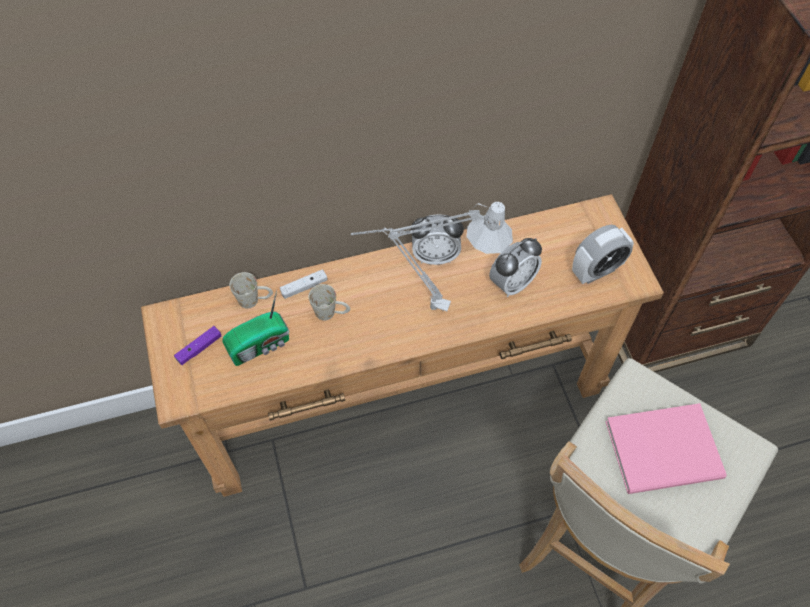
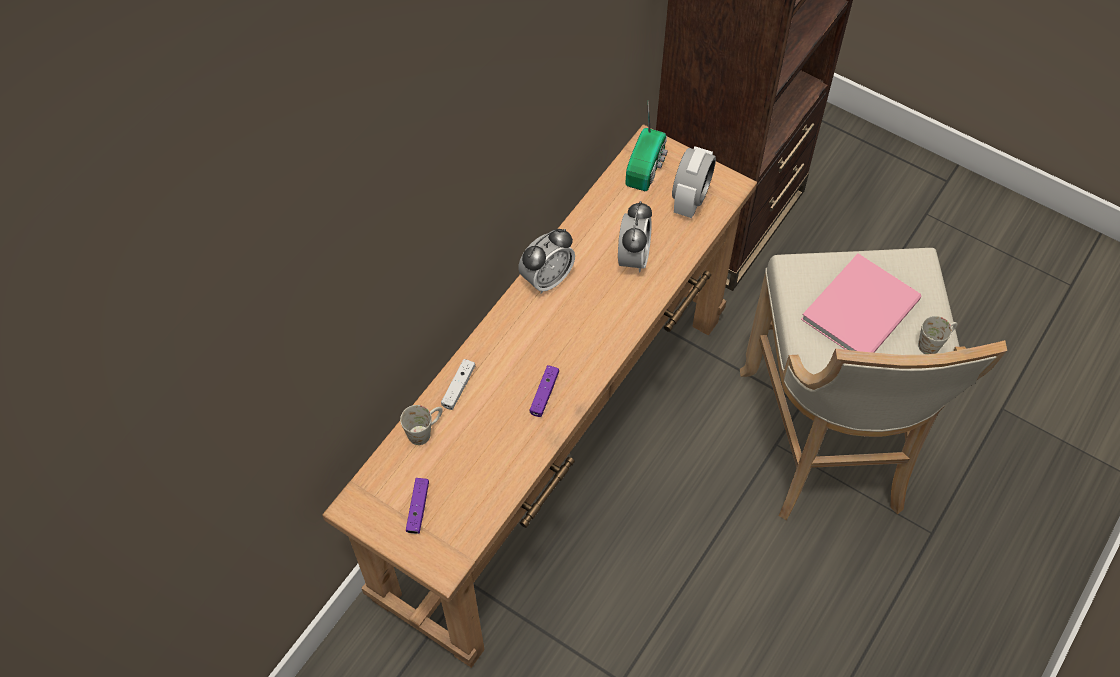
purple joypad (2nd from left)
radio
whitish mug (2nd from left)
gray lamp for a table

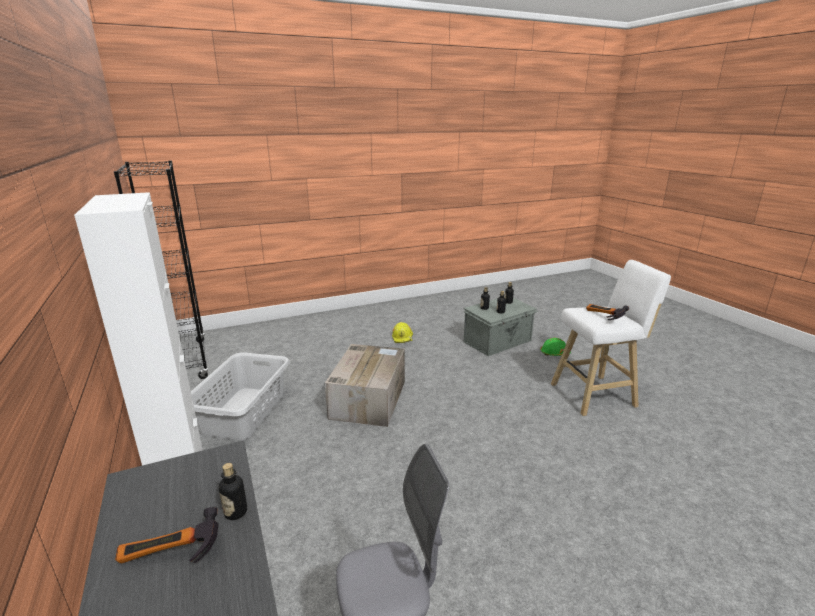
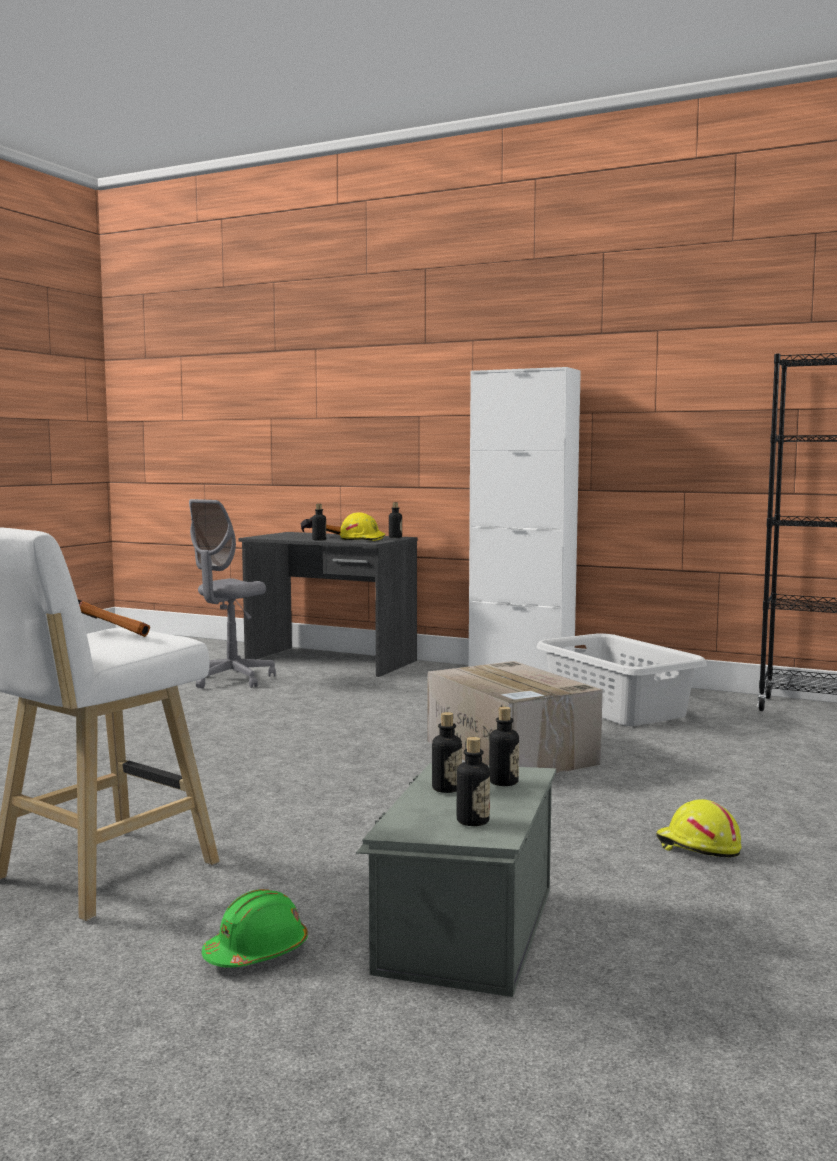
yellowish hard hat (1st from left)
drink bottle (2nd from left)

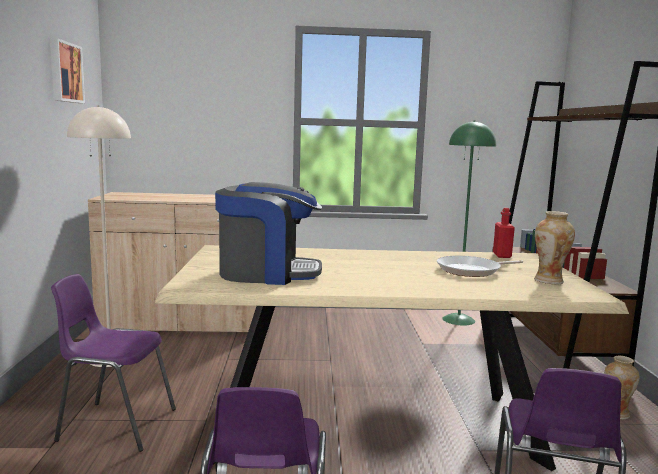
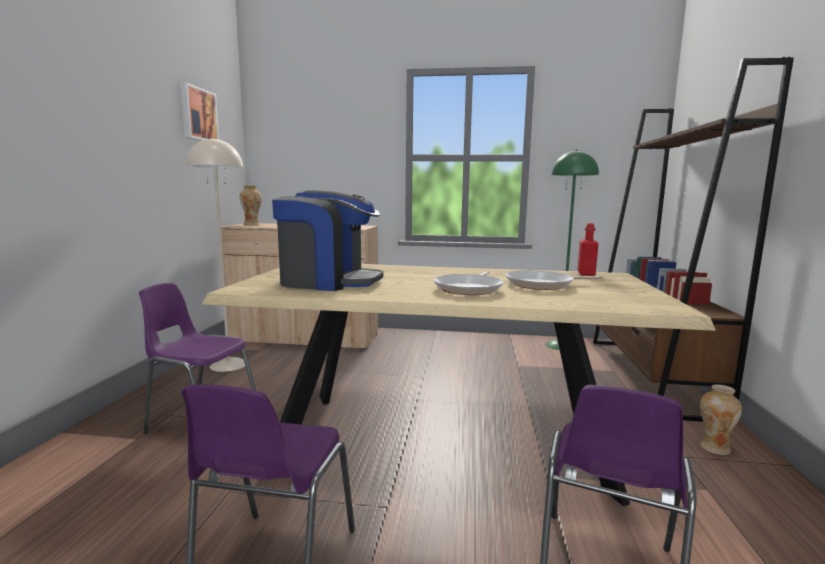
vase (1st from left)
frying pan (1st from left)

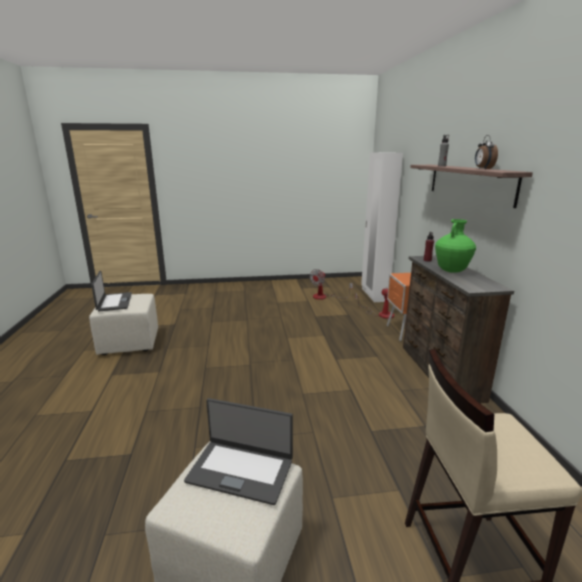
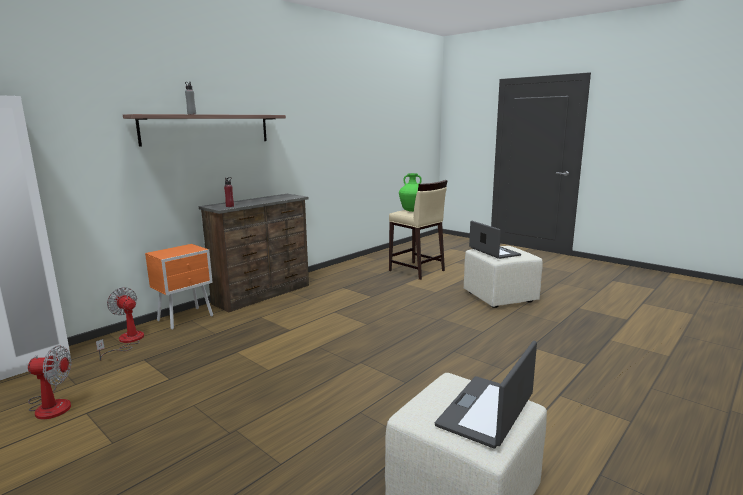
green-coloured vase
table clock

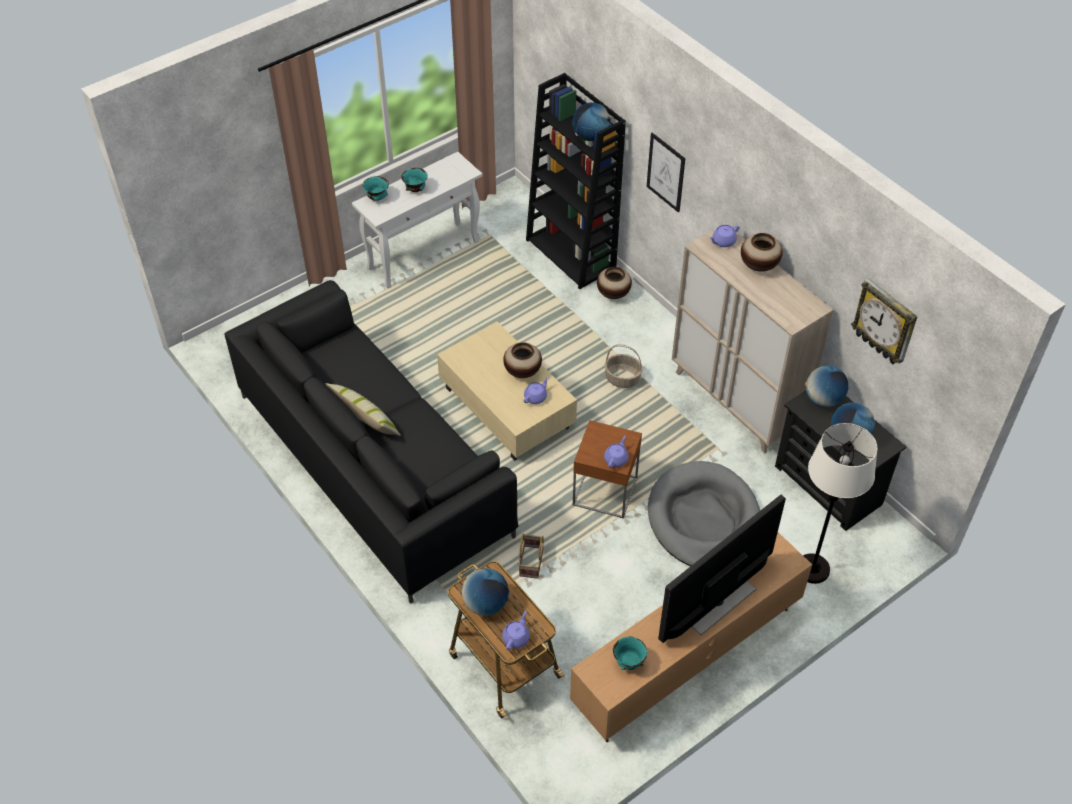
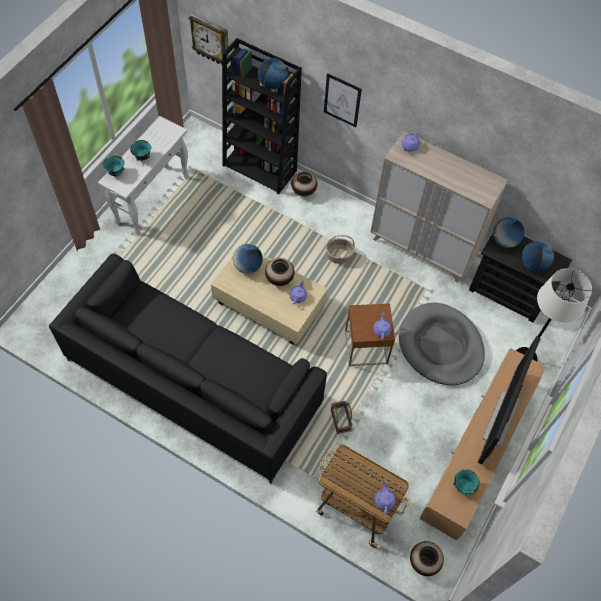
hanging clock
world globe (1st from left)
vase (3rd from left)
throw pillow

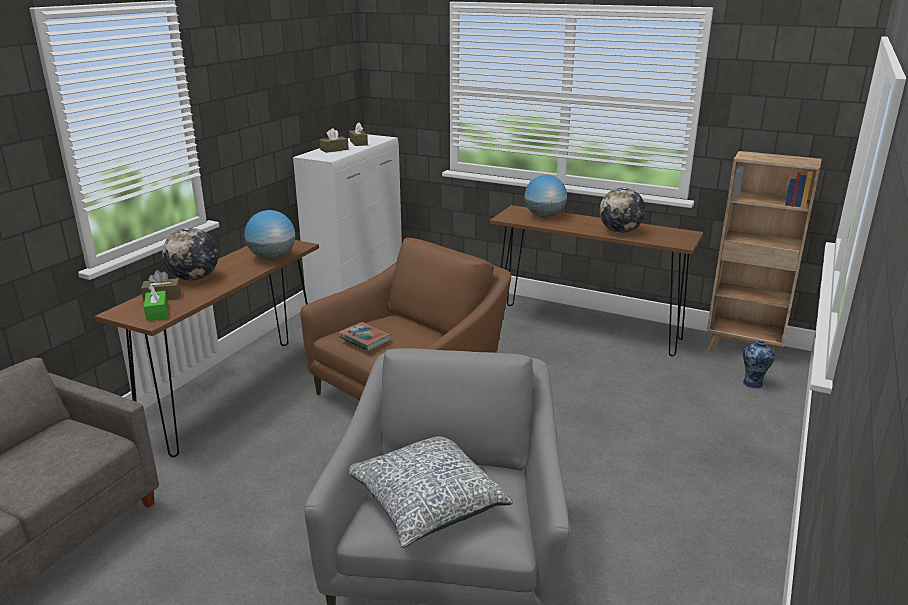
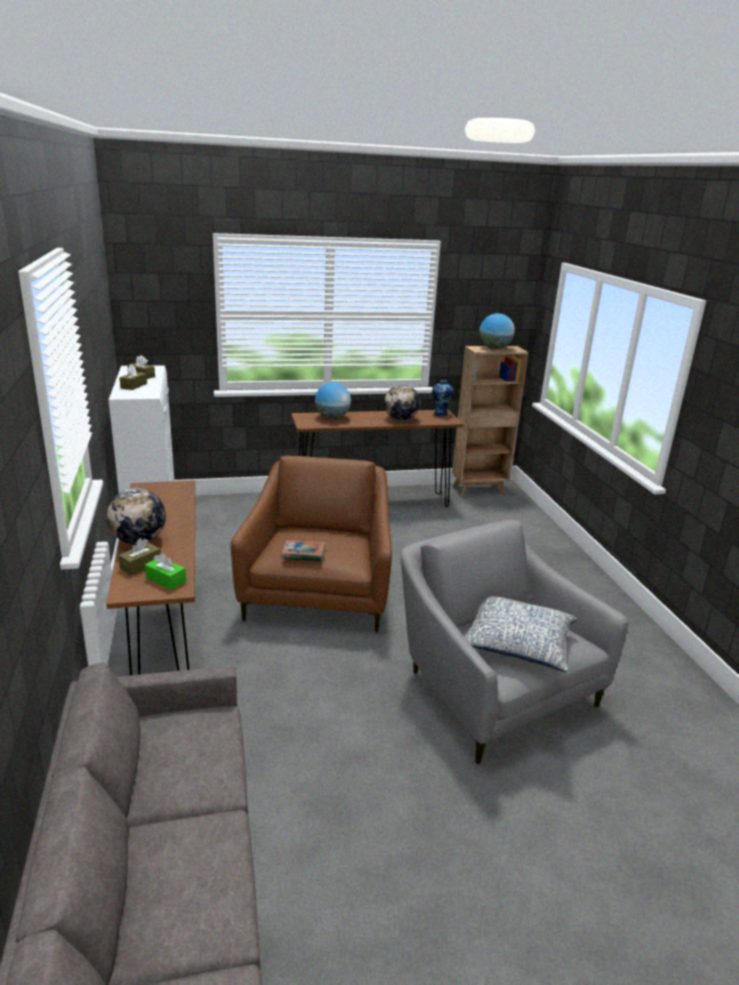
vase
world globe (4th from left)

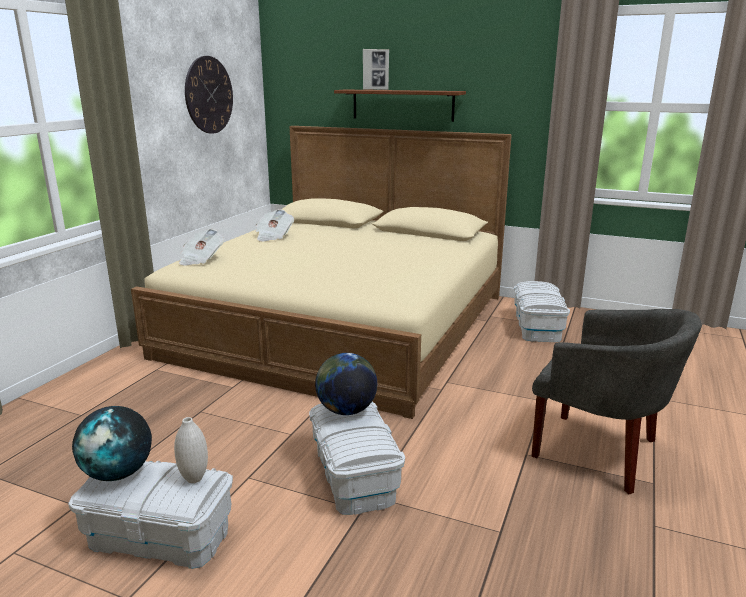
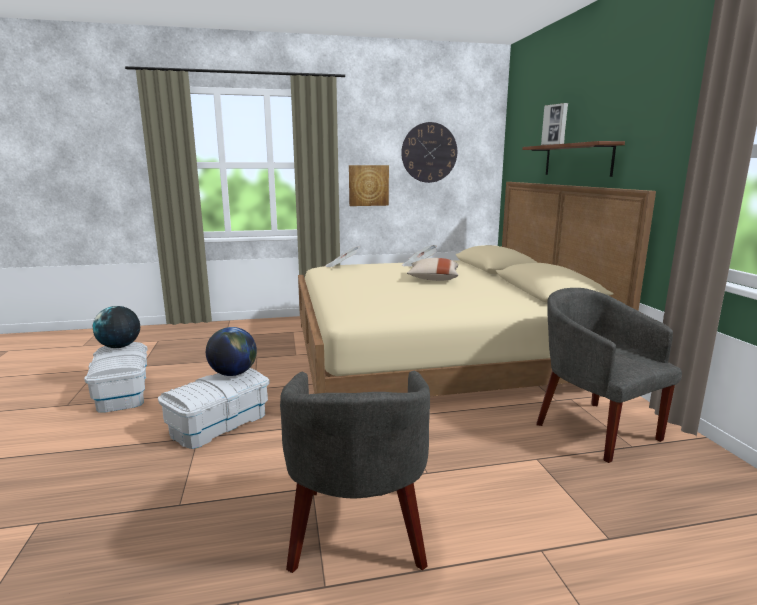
wall art
sand-coloured throw pillow
gray lounge chair (2nd from left)
whitish vase

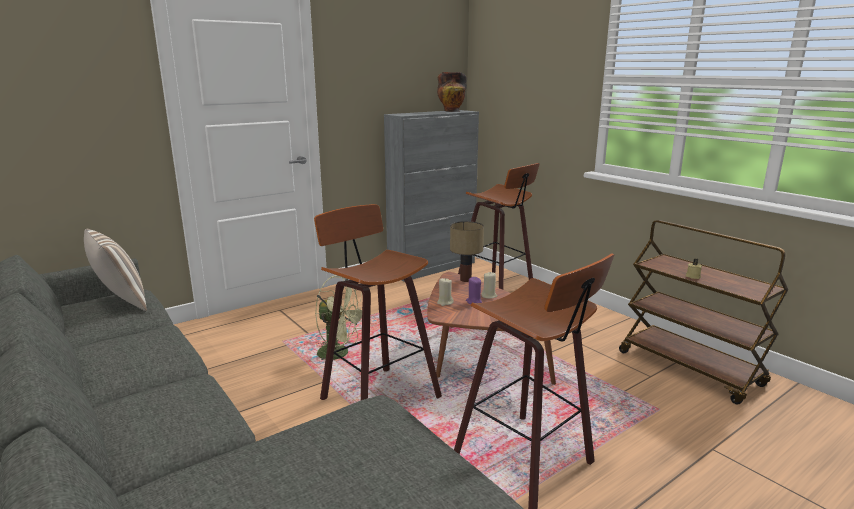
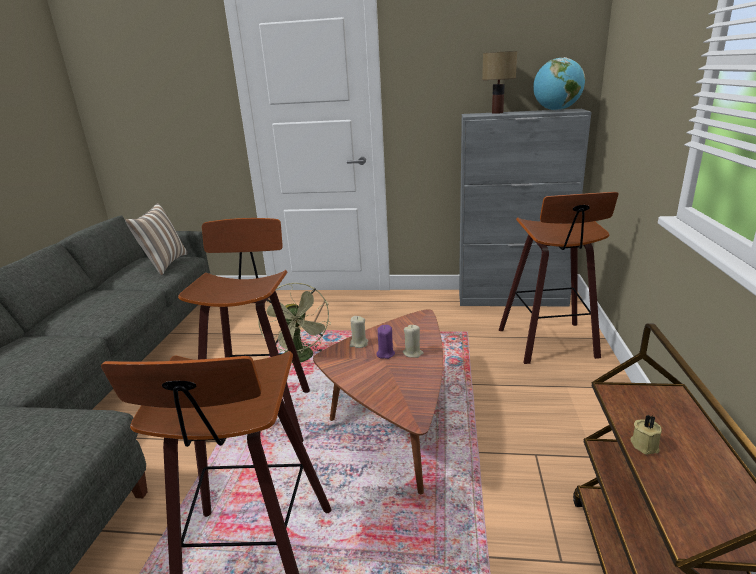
lamp for a table
world globe

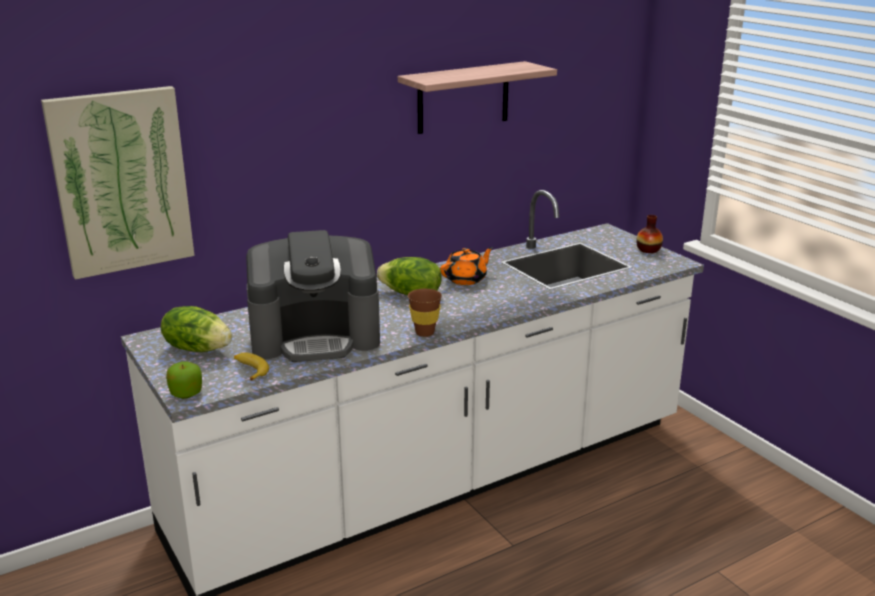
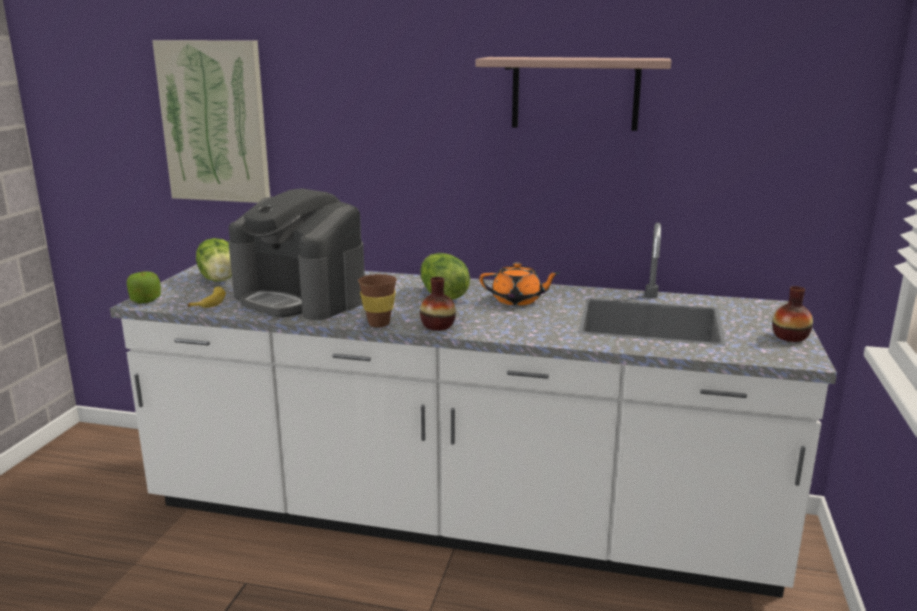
vase (1st from left)

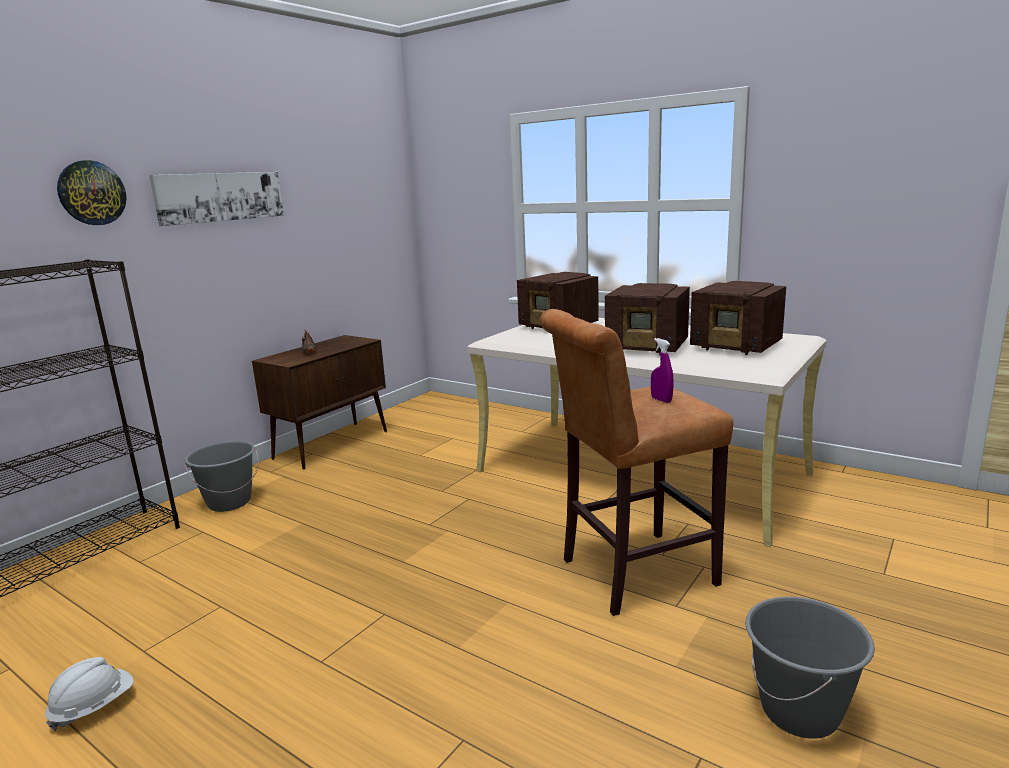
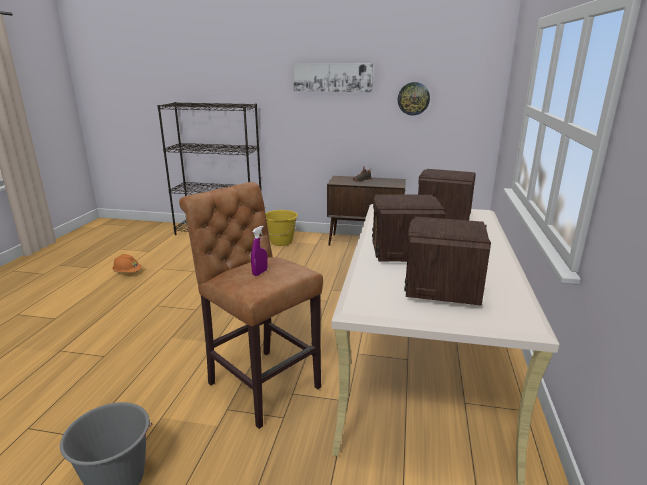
orange hard hat
yellowish pail
hanging clock

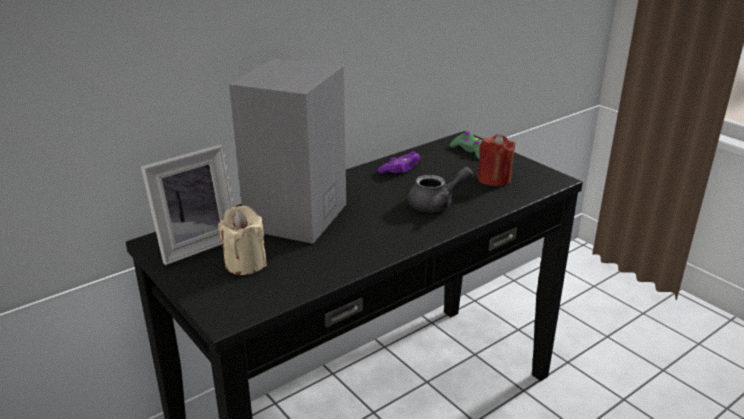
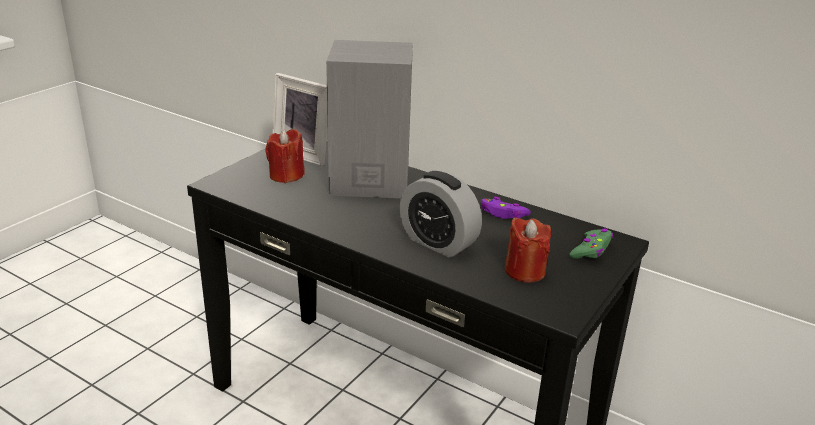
red wax candle (1st from left)
table clock

